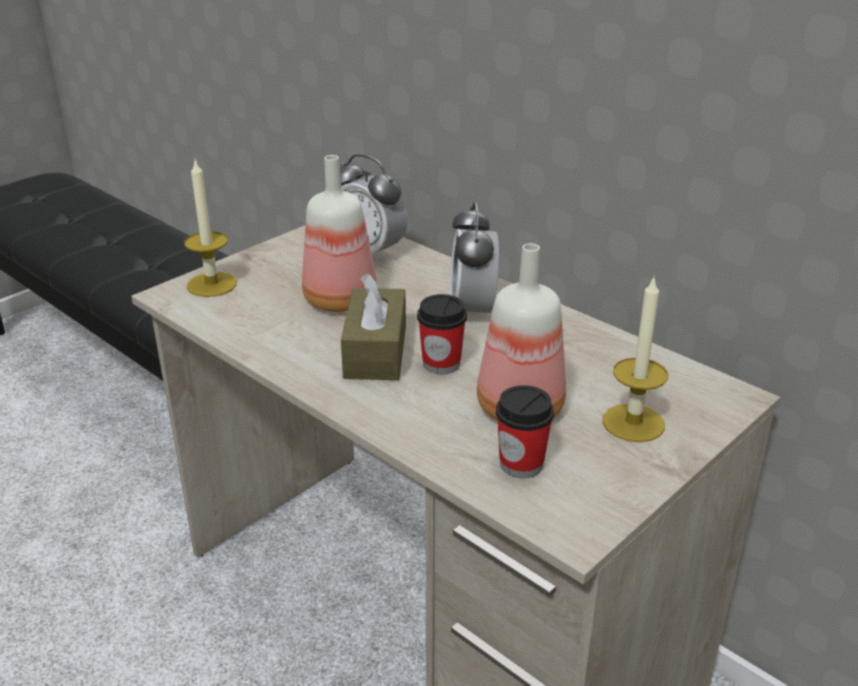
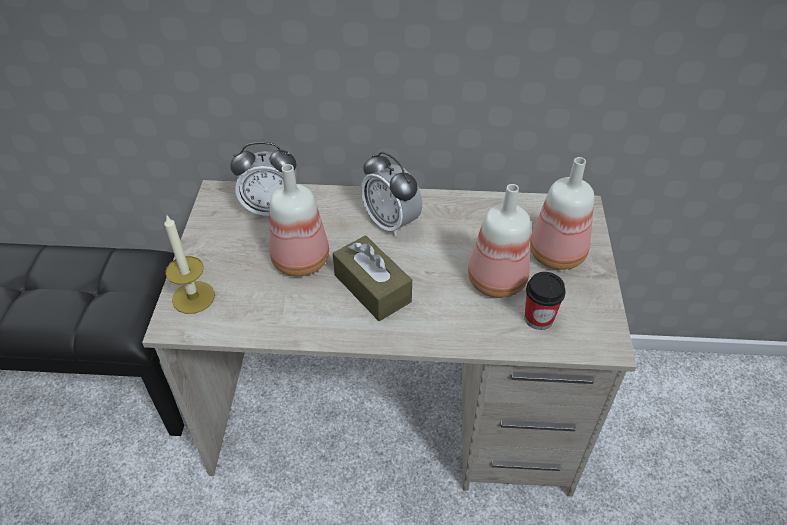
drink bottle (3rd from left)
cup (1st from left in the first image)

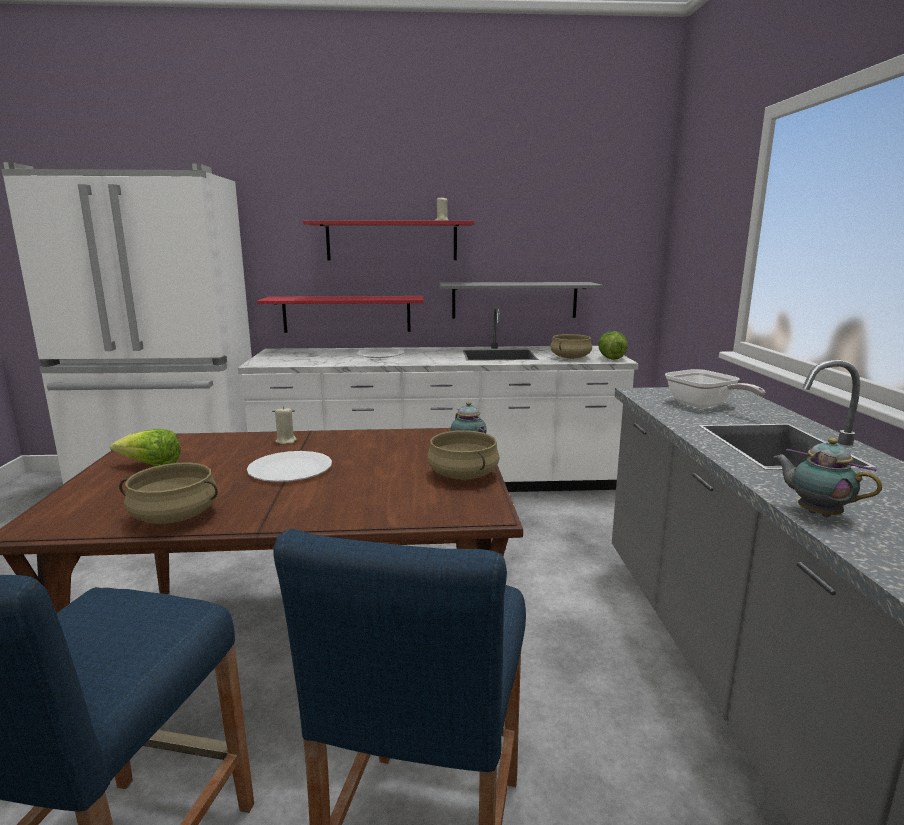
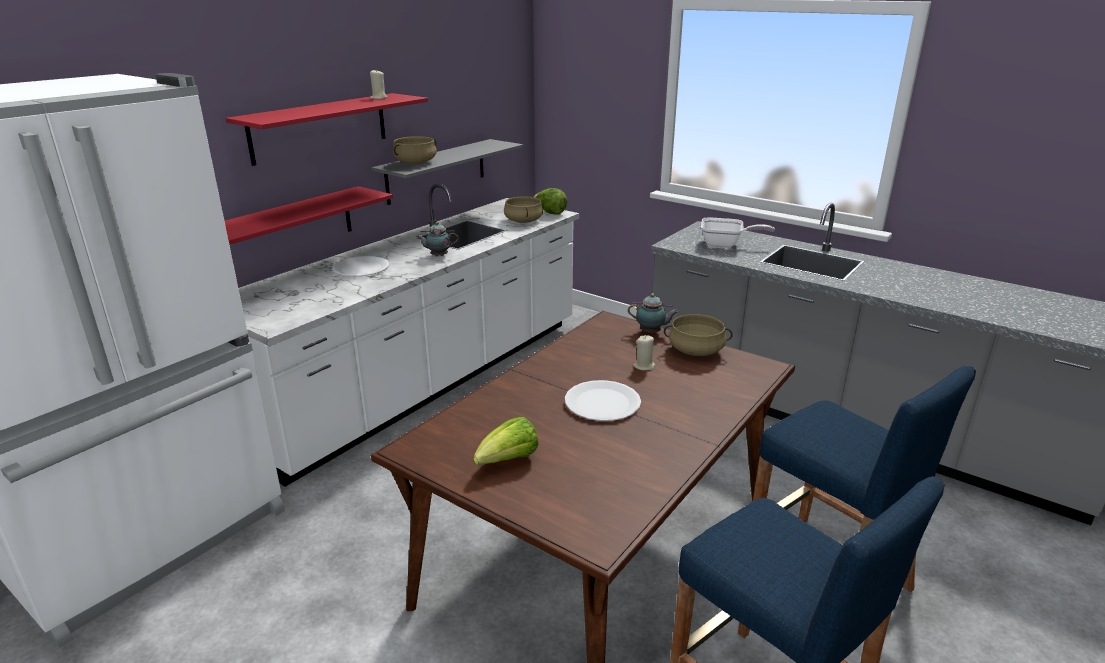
sand-coloured cooking pot (1st from left)
teapot (1st from left)
sand-coloured wax candle (2nd from left)

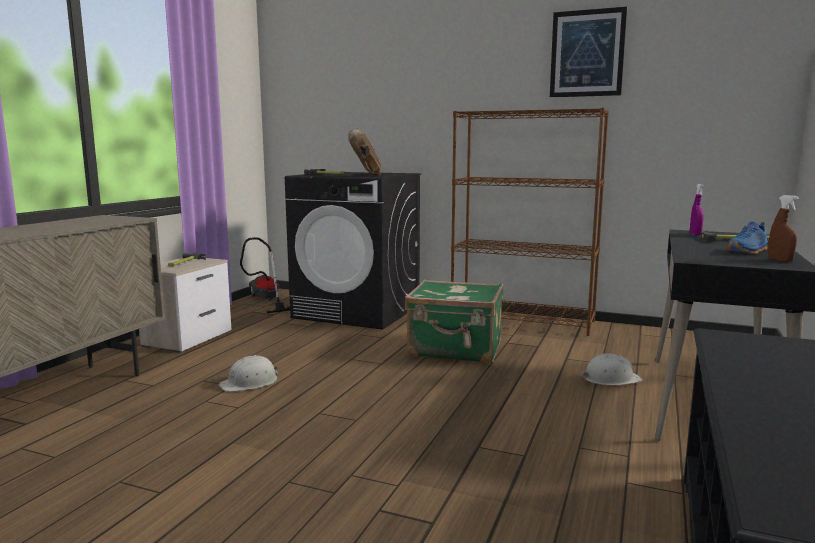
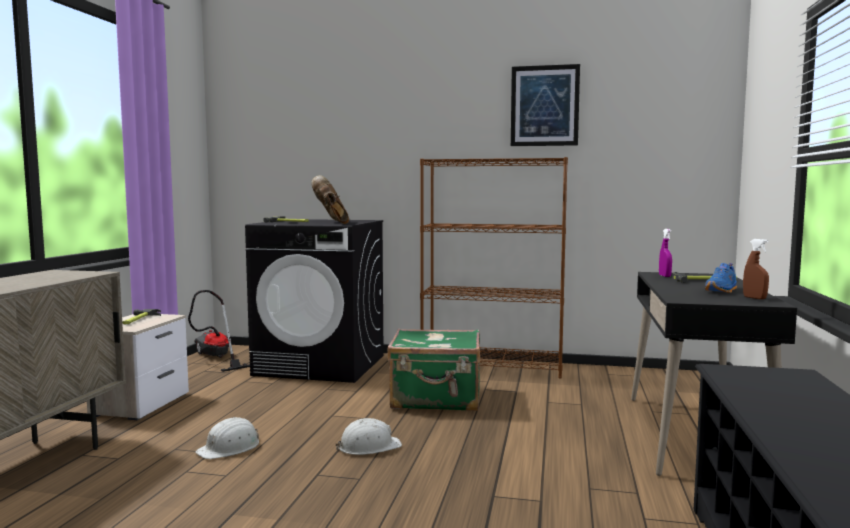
whitish hard hat (2nd from left)

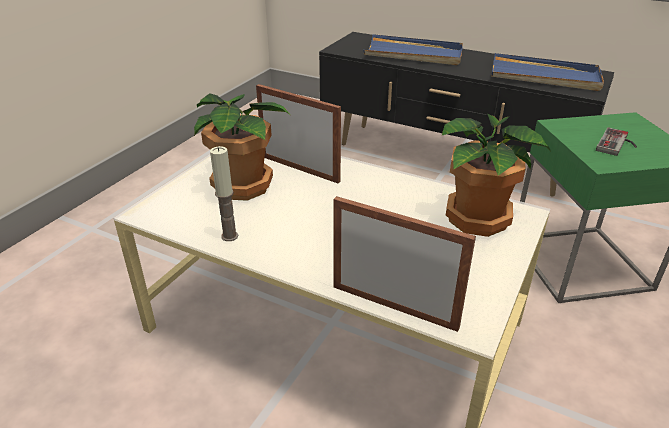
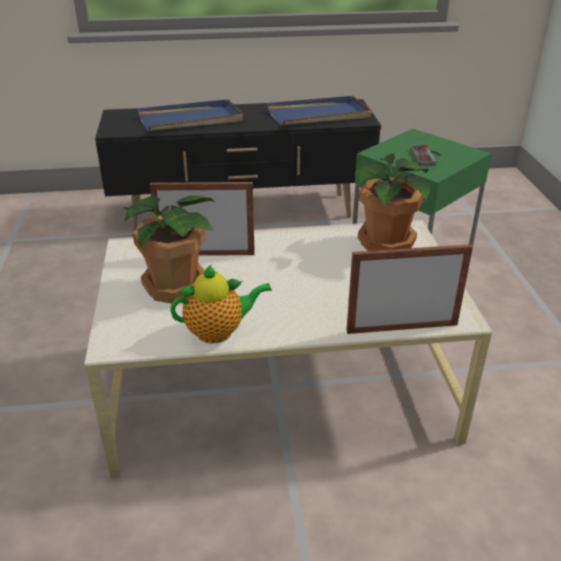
teapot

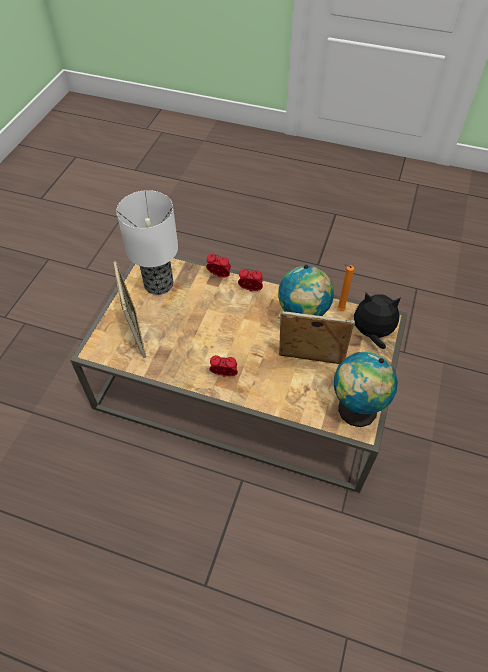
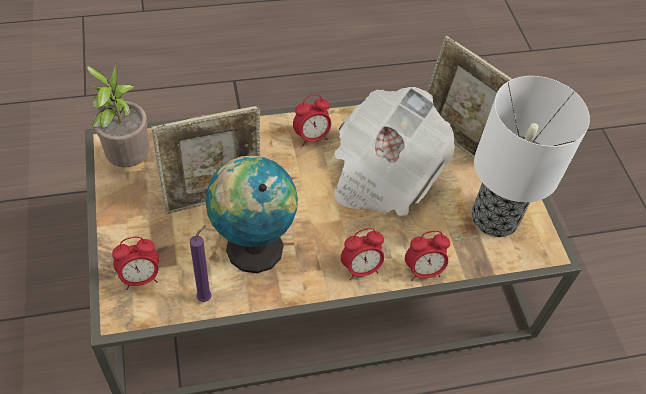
potted plant
table clock (1st from left)
purple wax candle
daily paper

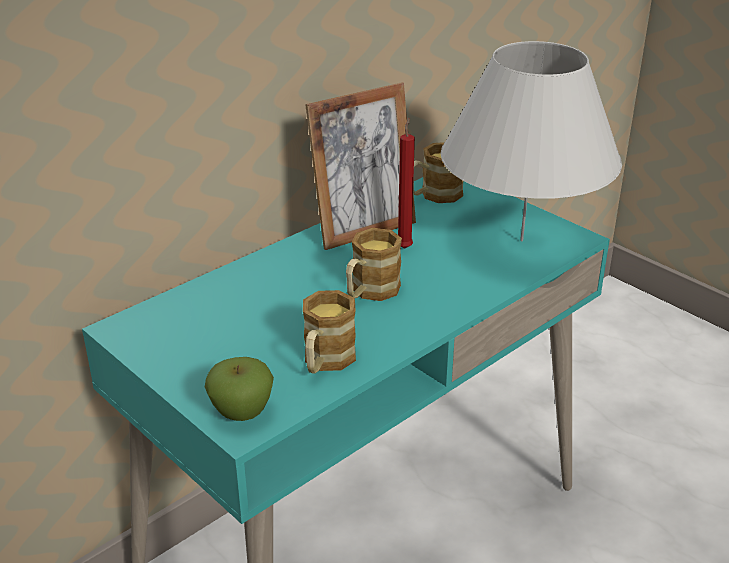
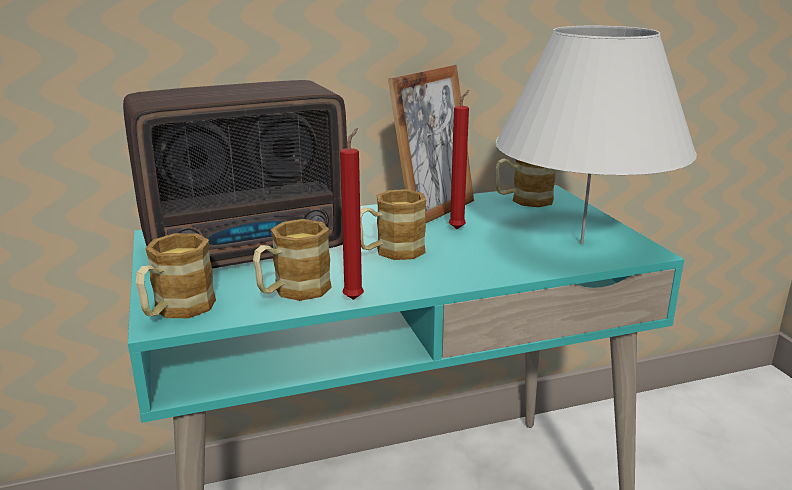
radio
mug (1st from left)
red wax candle (1st from left)
picture frame

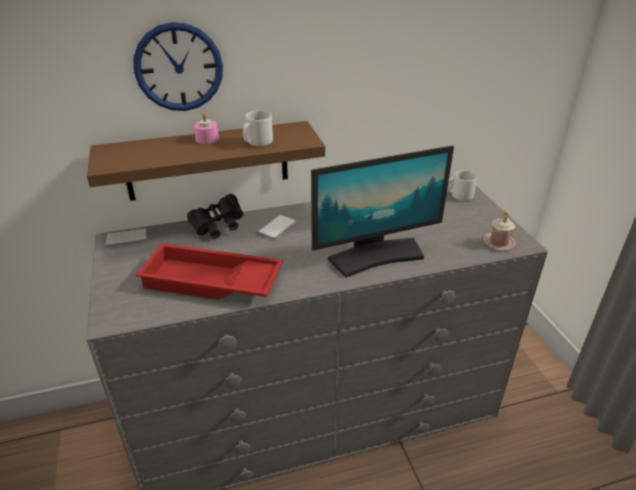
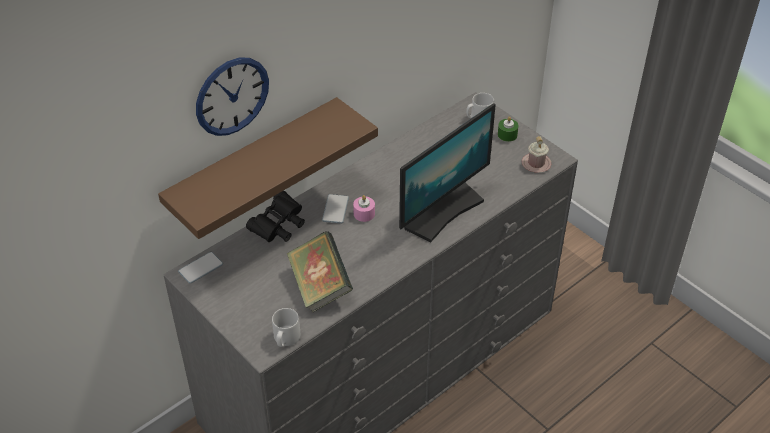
gray mug (1st from left)
bound book
pinkish wax candle
green-coloured wax candle

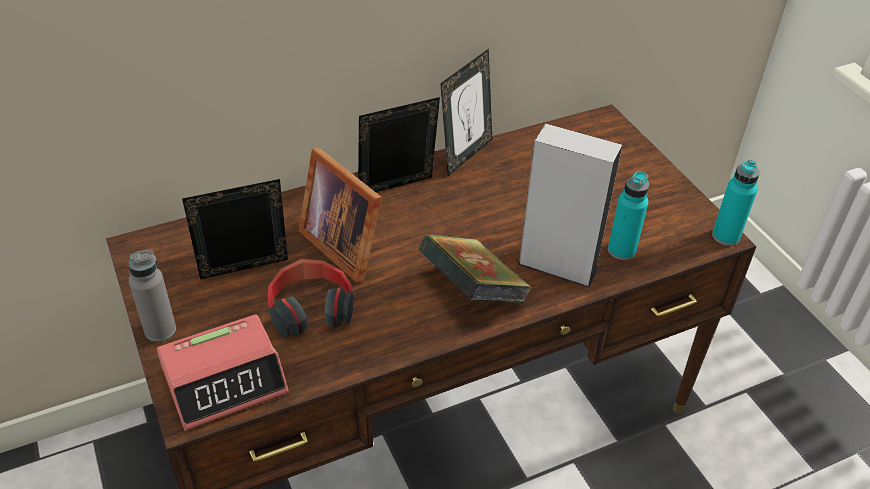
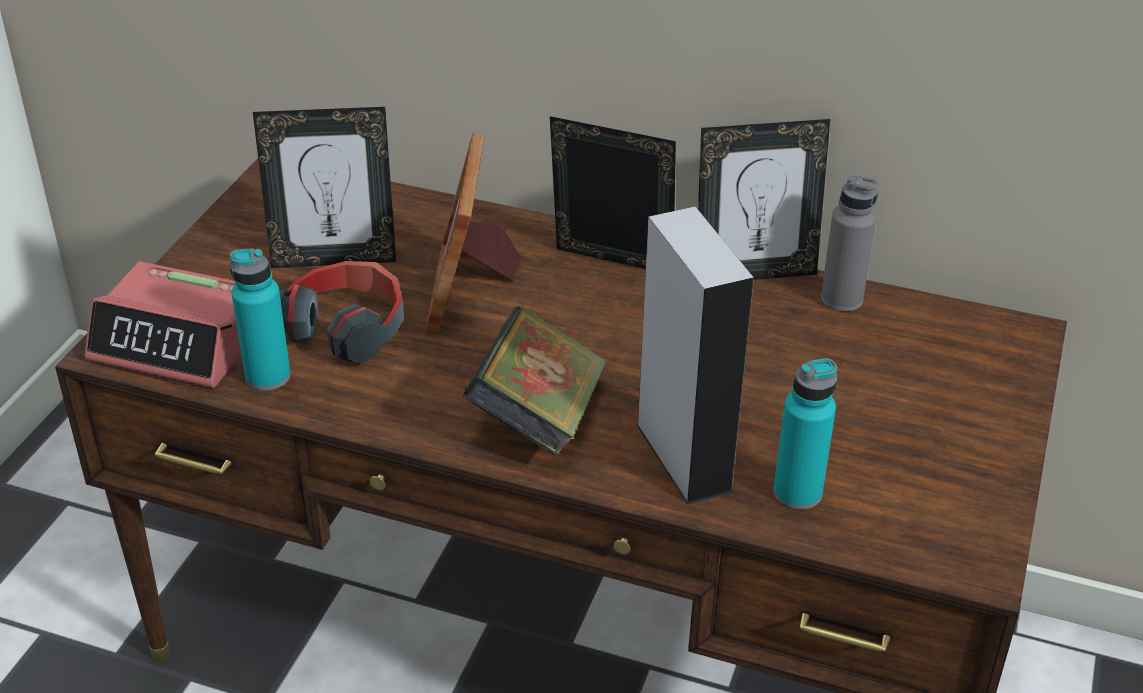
blue-green drink bottle (1st from left)
picture frame (1st from left)
gray drink bottle

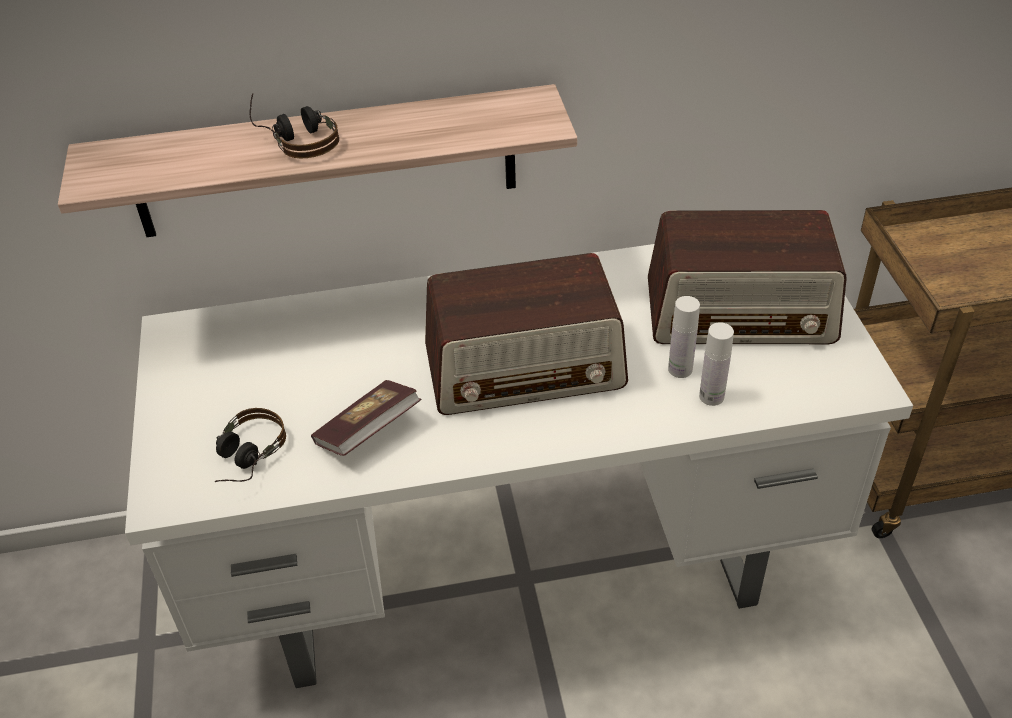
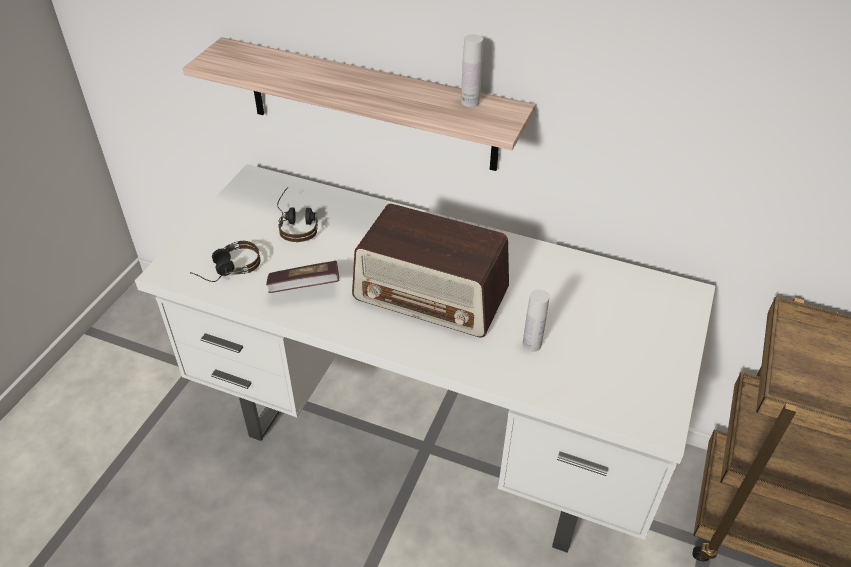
pair of headphones (2nd from left)
whitish drink bottle (1st from left)
radio (2nd from left in the first image)

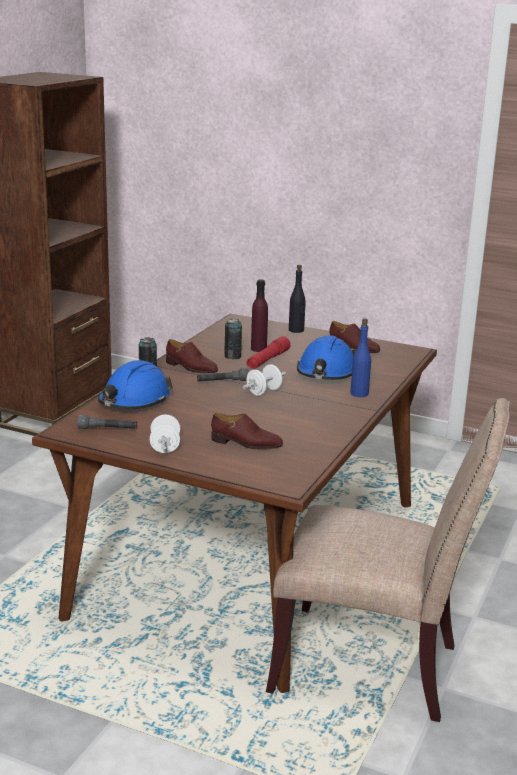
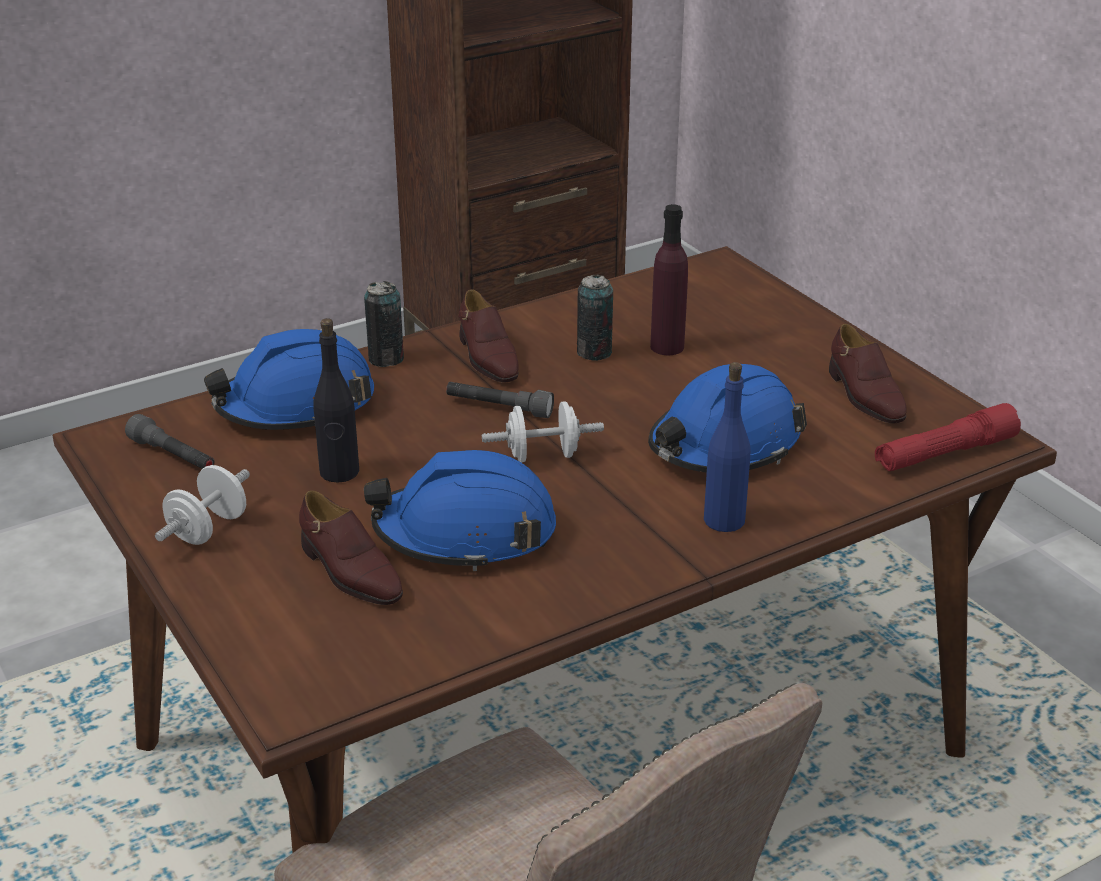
black drink bottle
bluish hard hat (2nd from left)
red flashlight

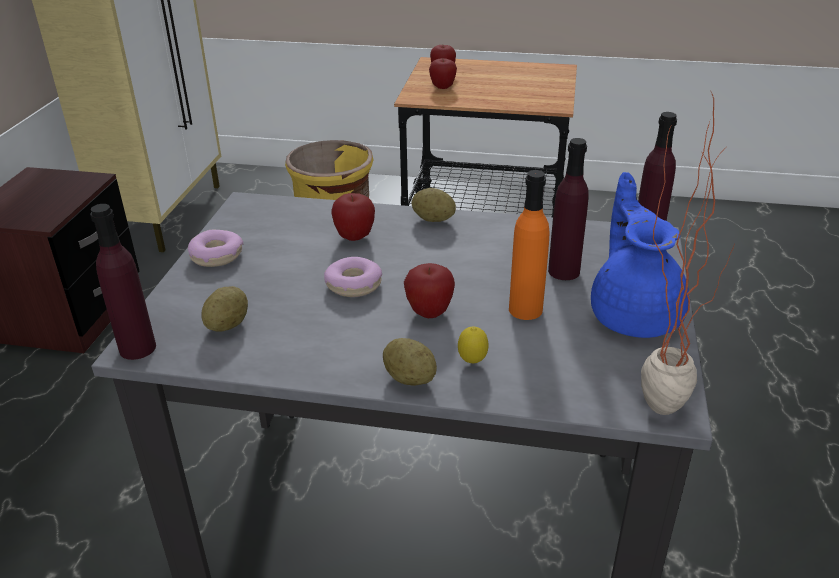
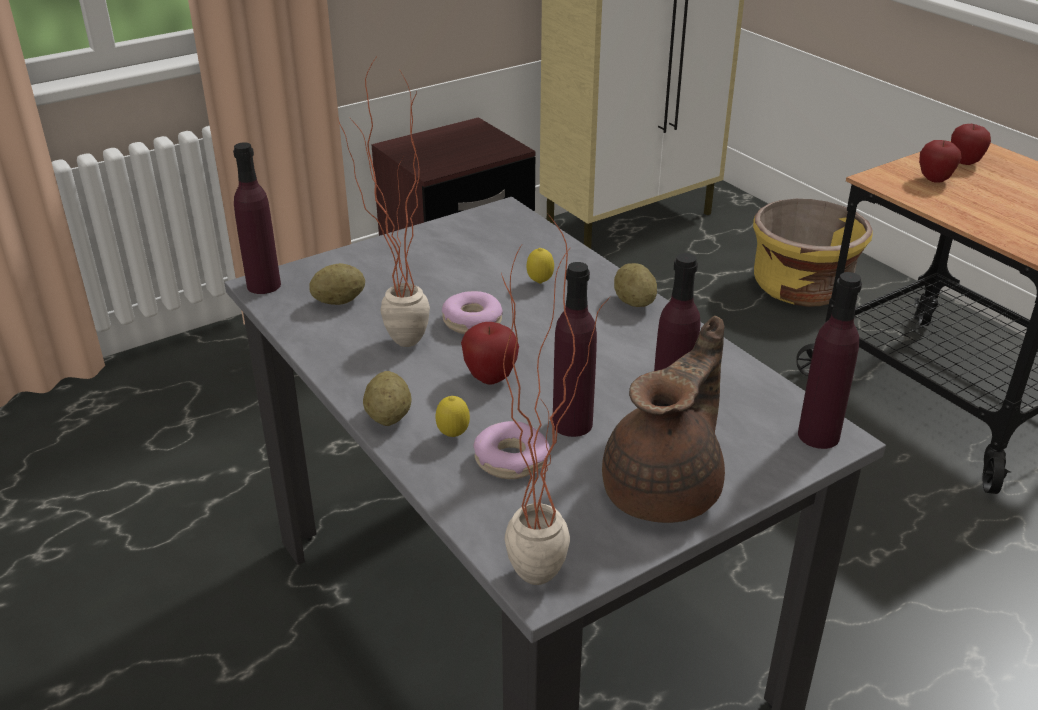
potted plant (1st from left)
ring doughnut (2nd from left)
lemon (2nd from left)
purple drink bottle (2nd from left)
brown teapot

